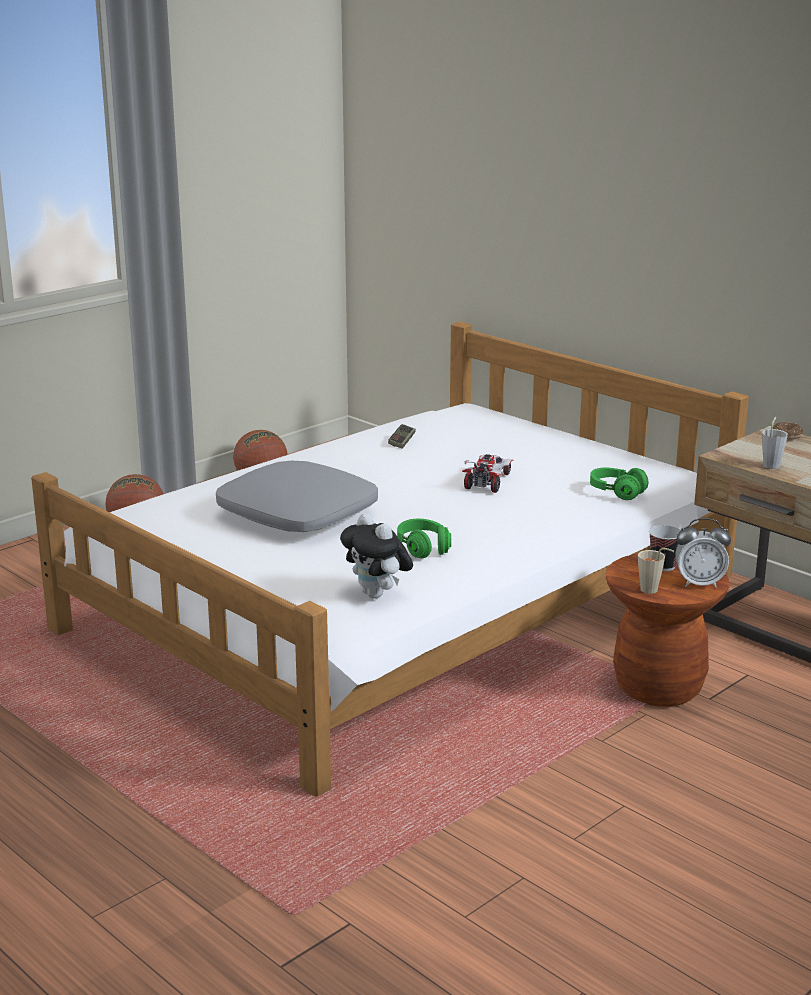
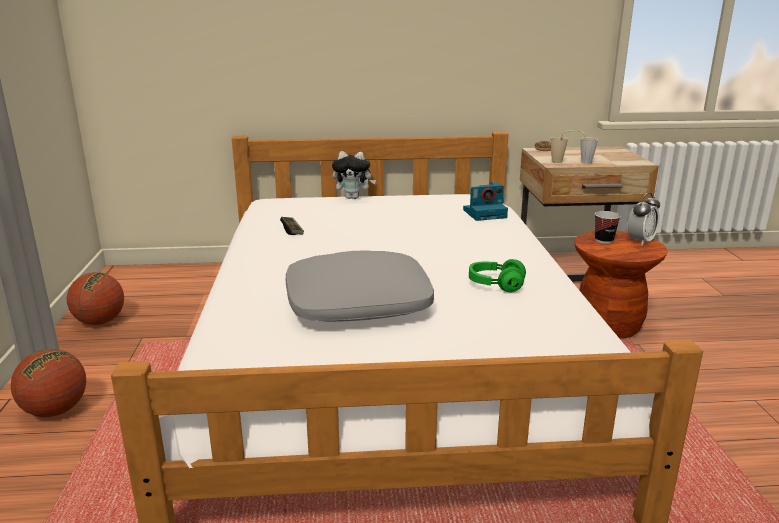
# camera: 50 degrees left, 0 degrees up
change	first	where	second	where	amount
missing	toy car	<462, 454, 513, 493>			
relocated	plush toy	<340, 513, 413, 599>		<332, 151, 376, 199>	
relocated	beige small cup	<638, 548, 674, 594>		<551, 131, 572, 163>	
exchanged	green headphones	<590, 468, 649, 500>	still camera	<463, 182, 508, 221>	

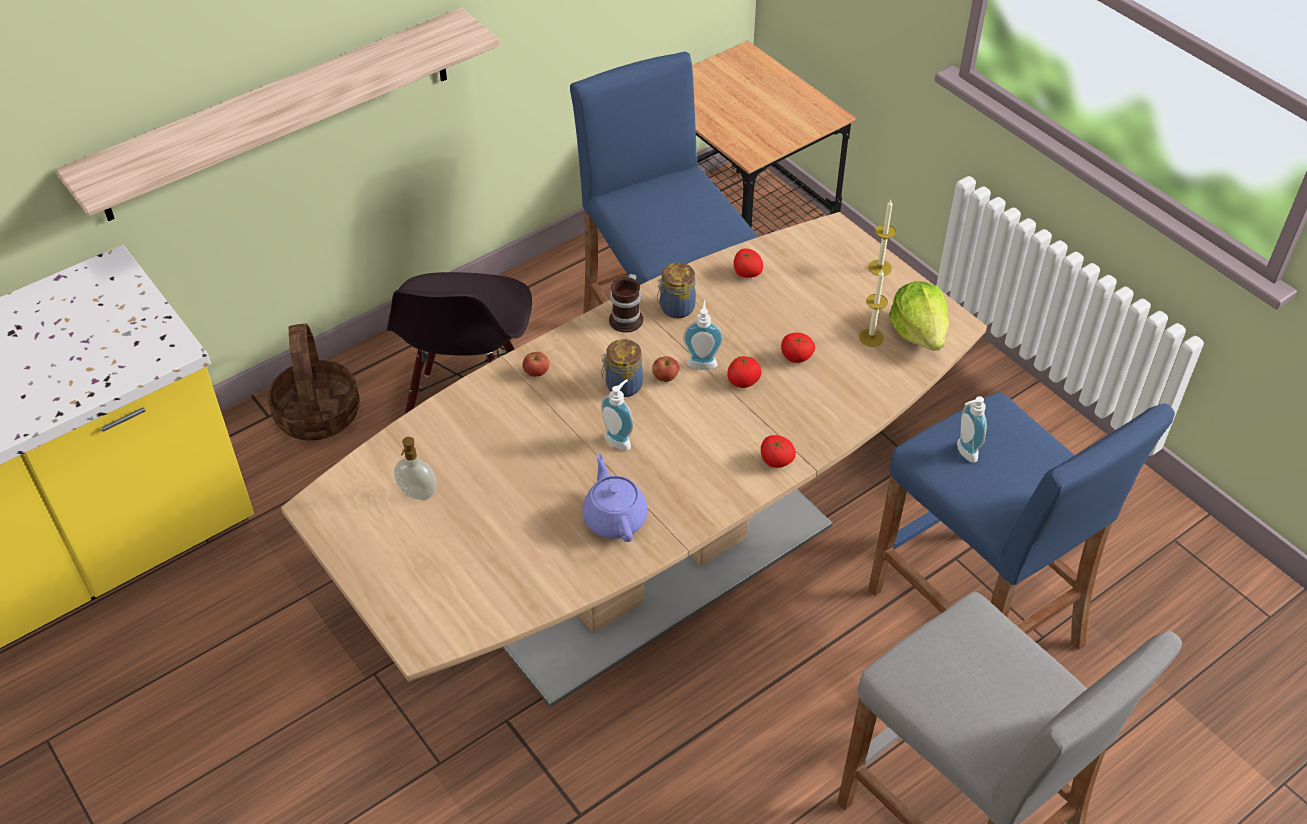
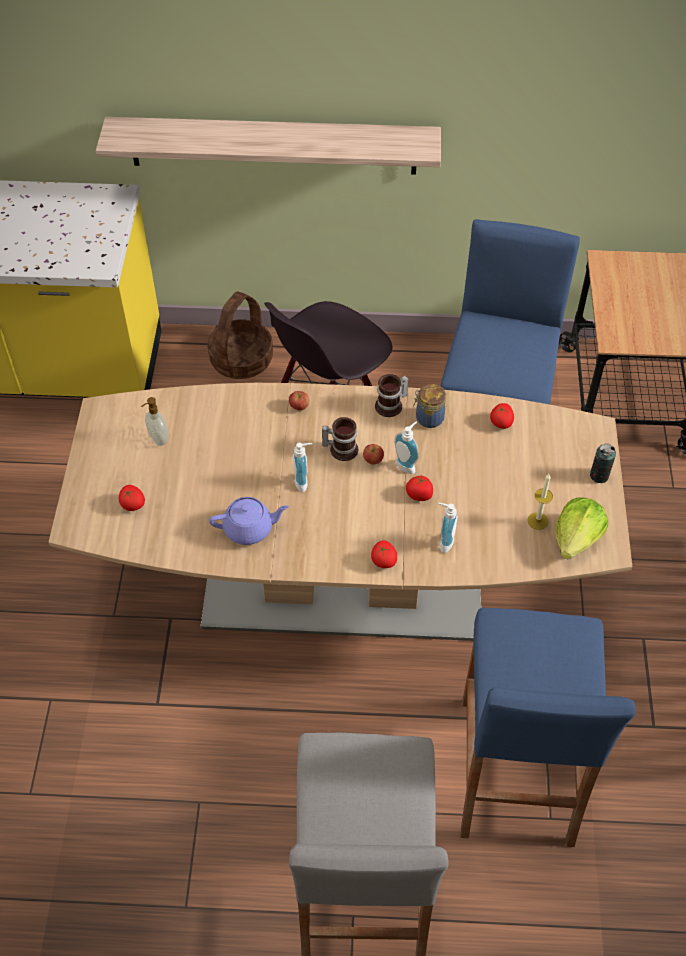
# camera: 40 degrees right, 5 degrees up
change	first	where	second	where	amount
relocated	whole tomato	<781, 333, 815, 363>		<119, 485, 145, 511>	
relocated	soap bottle	<957, 396, 987, 463>		<438, 503, 458, 553>	
exchanged	preserve jar	<601, 339, 643, 397>	mug	<322, 417, 358, 461>	
exchanged	wax candle	<868, 200, 896, 276>	metal can	<590, 444, 616, 483>	
spun	purplish pot for tea	<582, 453, 648, 542>		<209, 497, 289, 545>	60 degrees clockwise

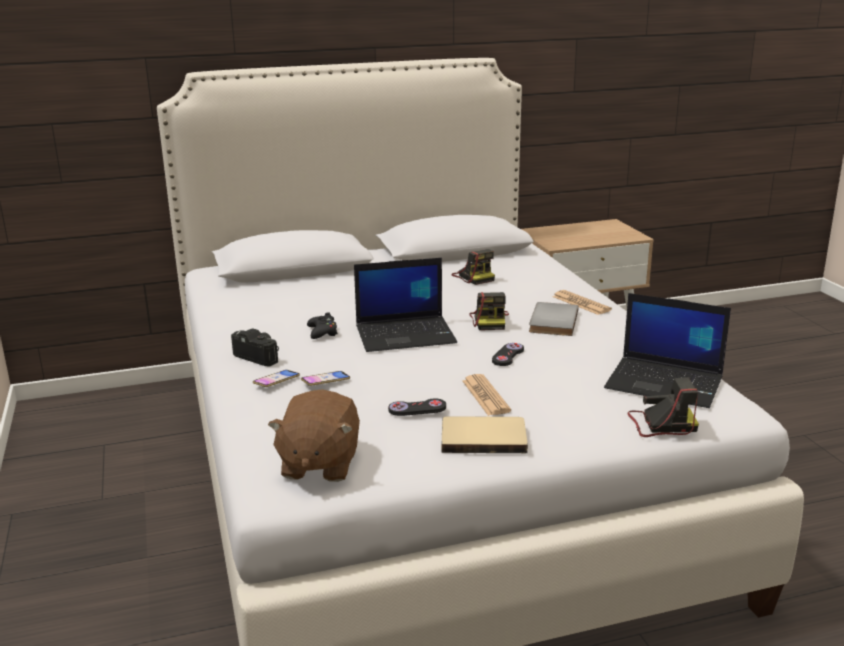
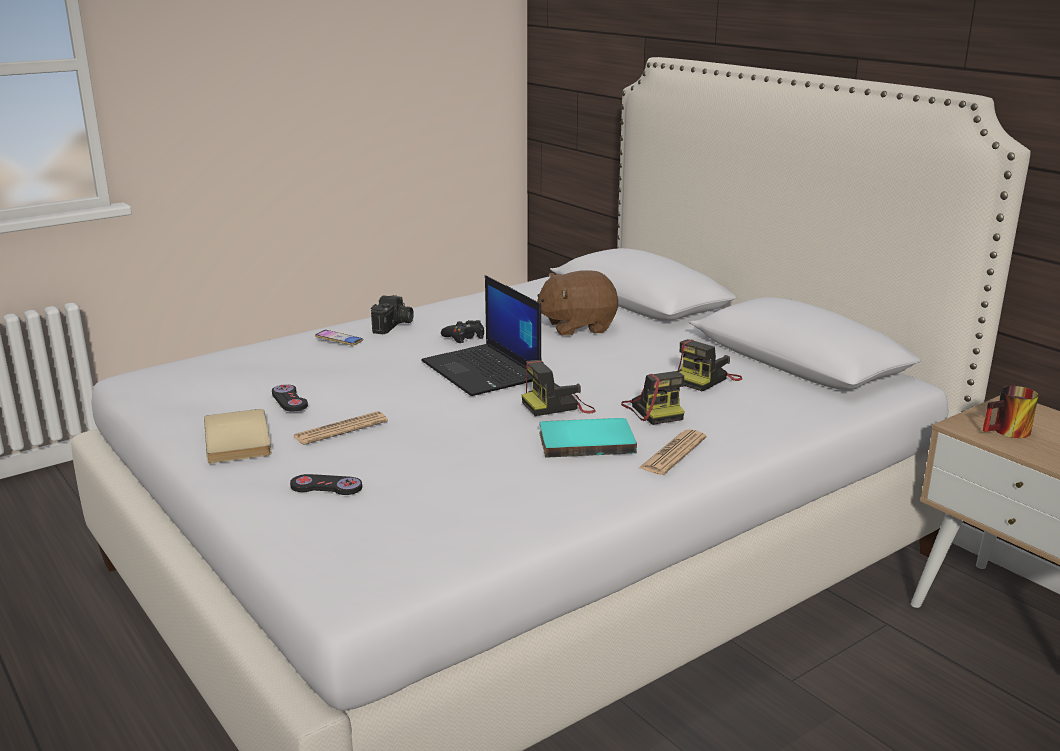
# camera: 70 degrees right, 0 degrees up
change	first	where	second	where	amount
missing	phone	<301, 371, 350, 386>			
missing	notebook computer	<604, 293, 731, 408>			
appeared			mug	<983, 386, 1039, 438>	
relocated	brown-coloured plush toy	<268, 389, 360, 482>		<537, 270, 618, 336>	
relocated	black-coloured joypad	<492, 343, 524, 366>		<290, 474, 362, 495>	
relocated	still camera	<627, 377, 699, 437>		<621, 371, 685, 425>	
colour	greyish volume	<529, 302, 578, 336>	blue-green volume	<539, 418, 637, 458>	

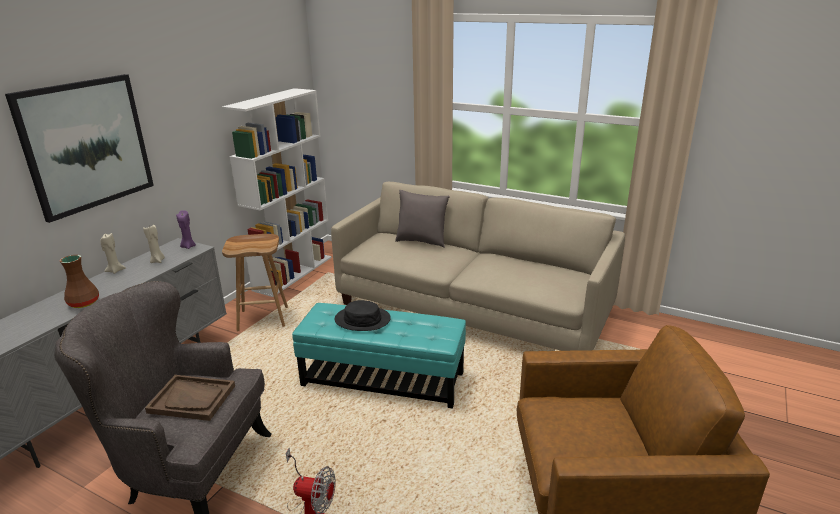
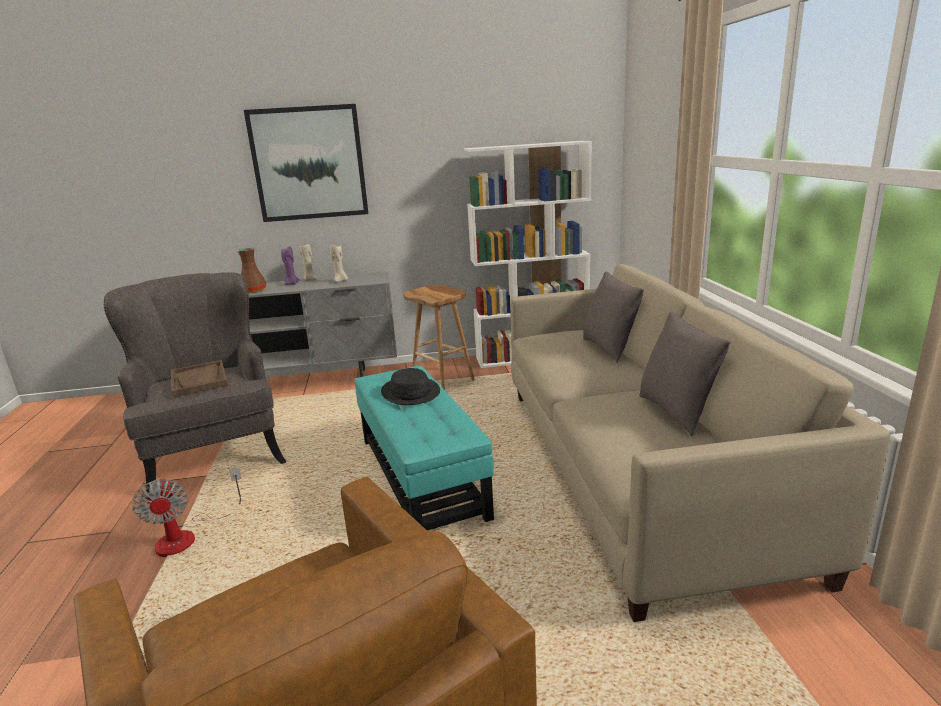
# camera: 55 degrees right, 5 degrees down
change	first	where	second	where	amount
appeared			greyish cushion	<640, 311, 731, 436>	
relocated	purplish wax candle	<176, 210, 196, 249>		<281, 247, 300, 285>	

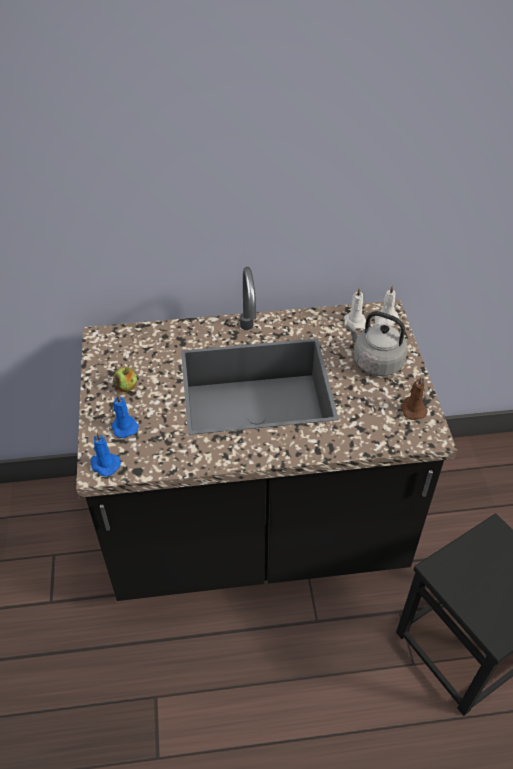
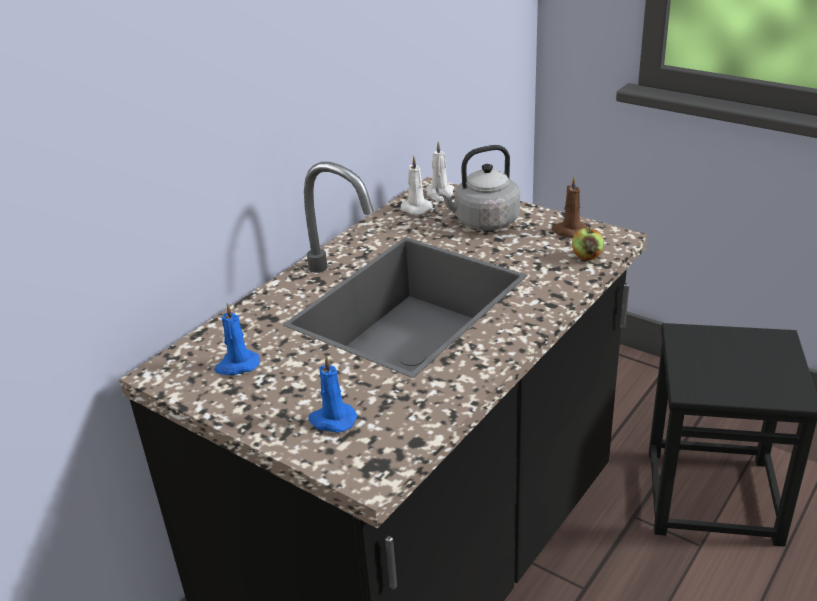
# camera: 45 degrees left, 15 degrees down
change	first	where	second	where	amount
relocated	bluish wax candle	<90, 432, 121, 476>		<214, 303, 260, 375>	
relocated	whole apple	<113, 367, 137, 392>		<572, 225, 604, 260>	

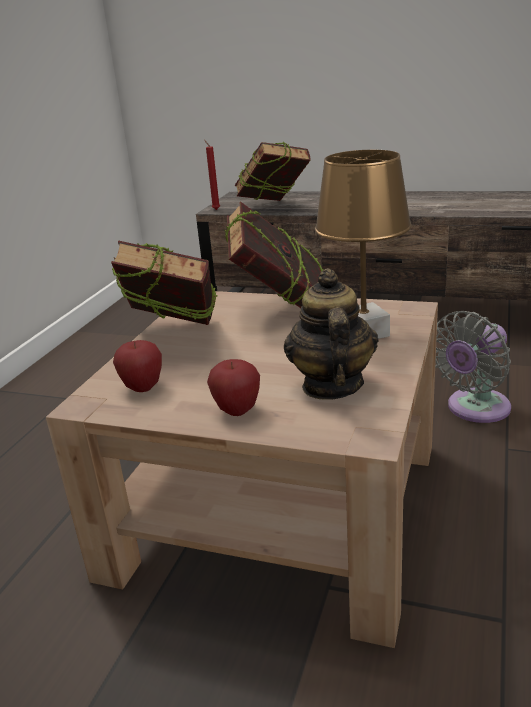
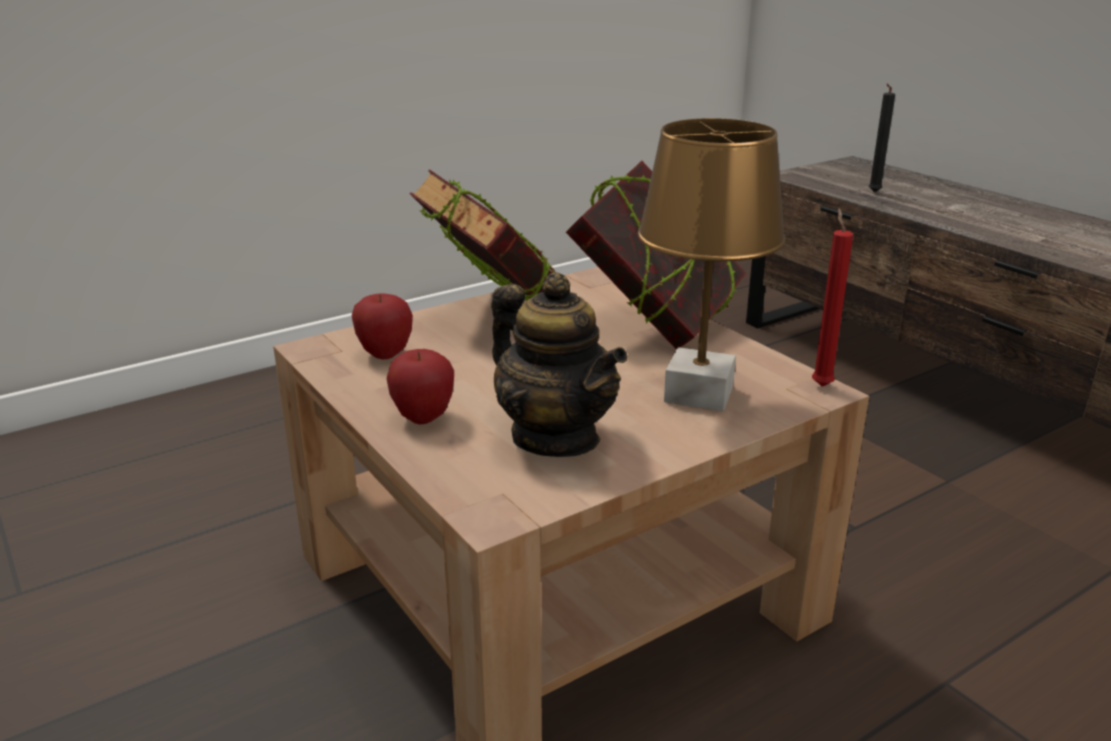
# camera: 35 degrees right, 0 degrees up
change	first	where	second	where	amount
missing	greyish electric fan	<435, 311, 511, 423>			
relocated	reddish wax candle	<204, 139, 220, 210>		<812, 208, 853, 387>	
exchanged	volume	<235, 142, 311, 201>	black-coloured wax candle	<868, 84, 895, 193>	
spun	pot for tea	<284, 268, 378, 400>		<491, 273, 627, 457>	105 degrees clockwise

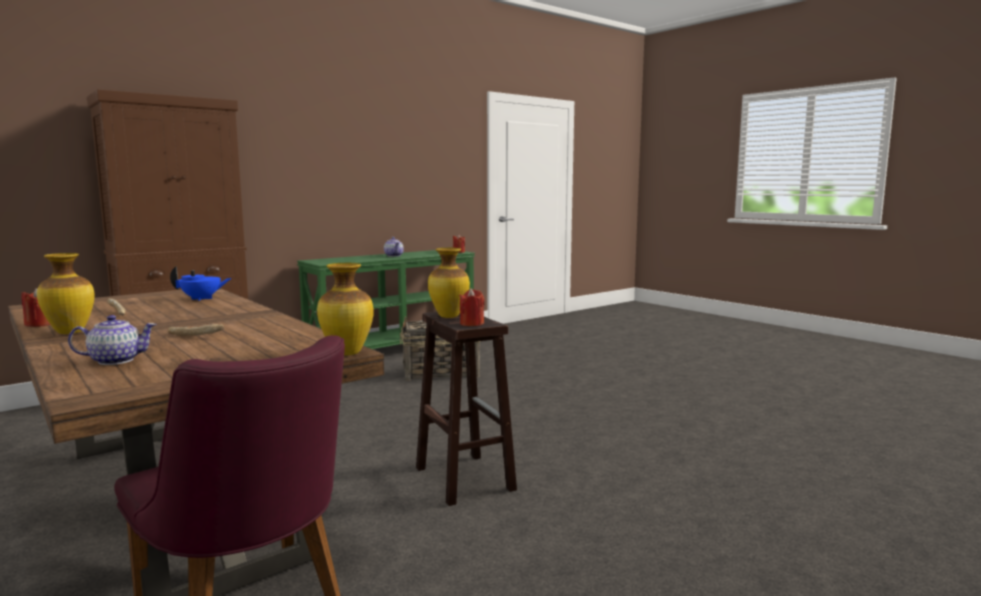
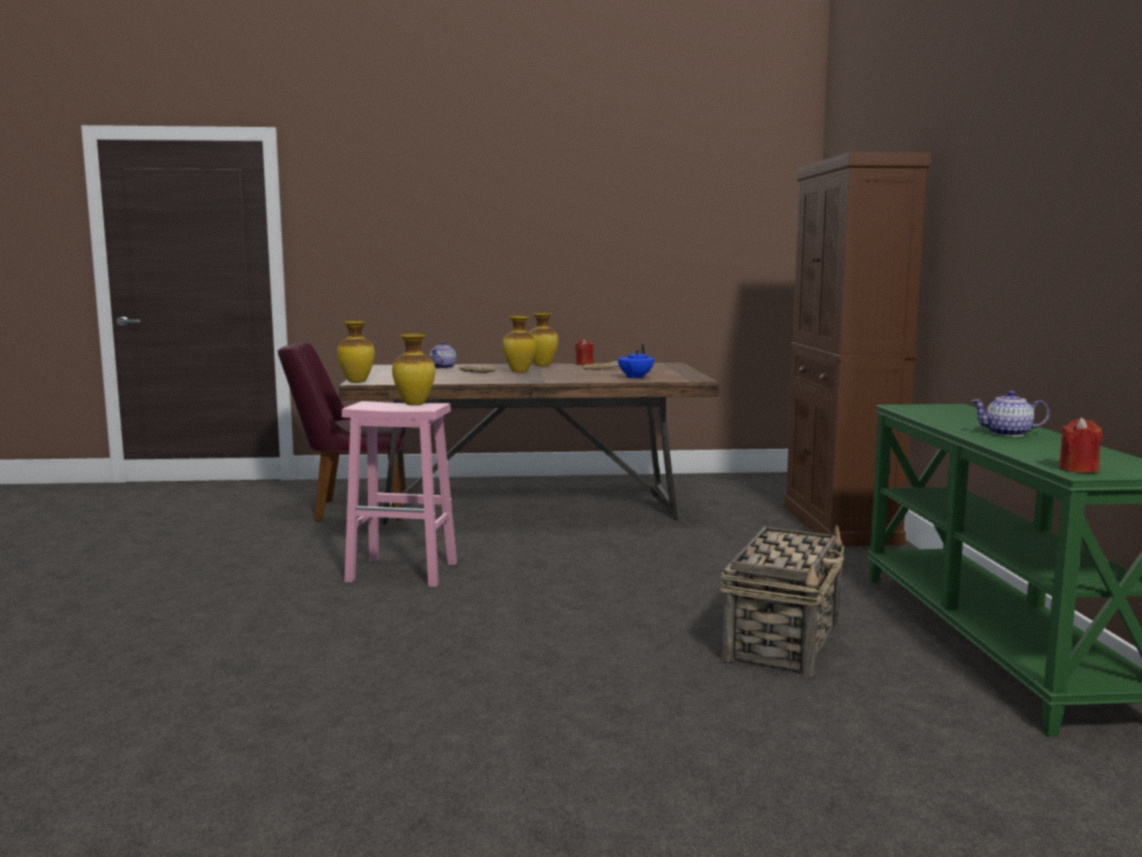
# camera: 125 degrees right, 0 degrees up
change	first	where	second	where	amount
missing	reddish wax candle	<459, 288, 485, 326>			
appeared			vase	<502, 316, 536, 373>	
colour	brown-coloured stool seat	<416, 312, 517, 506>	pinkish stool seat	<342, 401, 457, 587>	

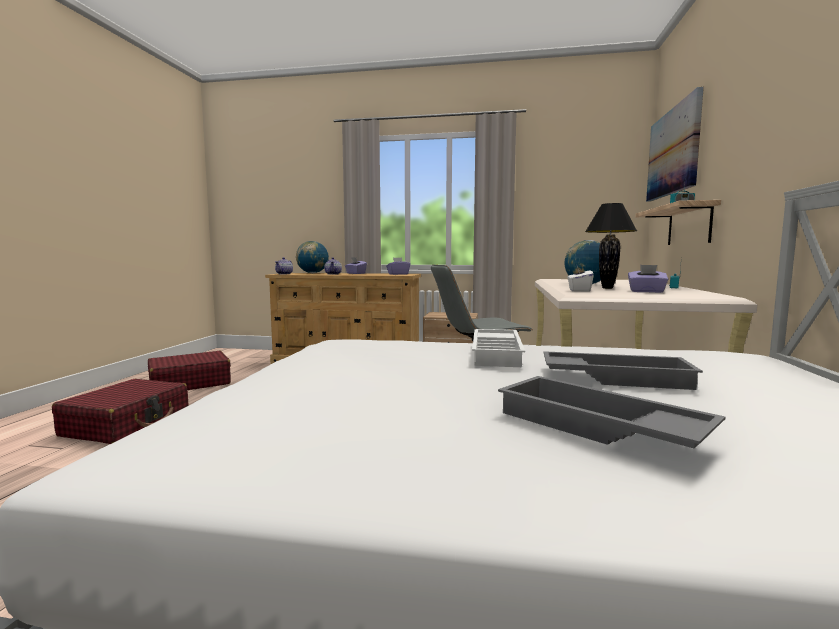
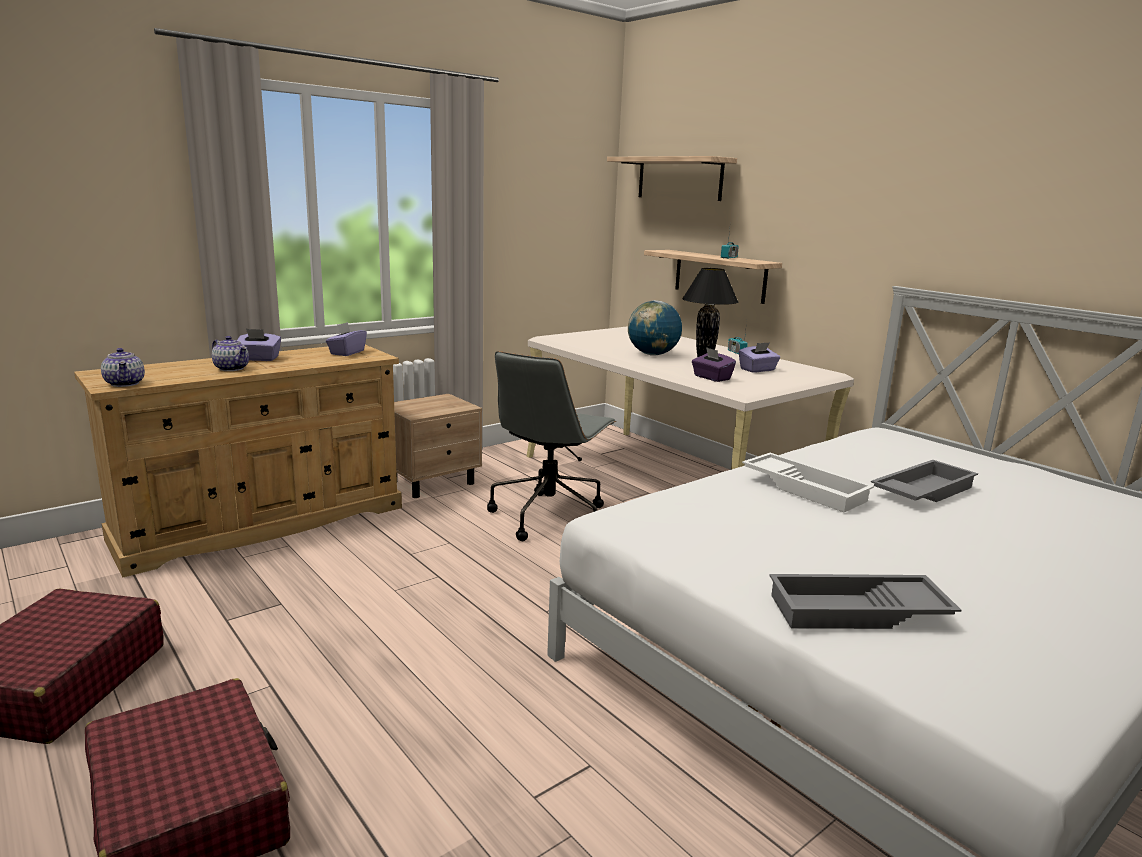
# camera: 50 degrees left, 10 degrees up
change	first	where	second	where	amount
missing	globe	<296, 241, 329, 273>			
relocated	greyish carrying tray	<498, 376, 726, 448>		<769, 574, 961, 629>	
exchanged	wall picture	<646, 87, 704, 202>	bracket shelf	<607, 156, 737, 201>	
colour	whitish tissue box	<567, 266, 594, 292>	purplish tissue box	<692, 347, 736, 382>	

